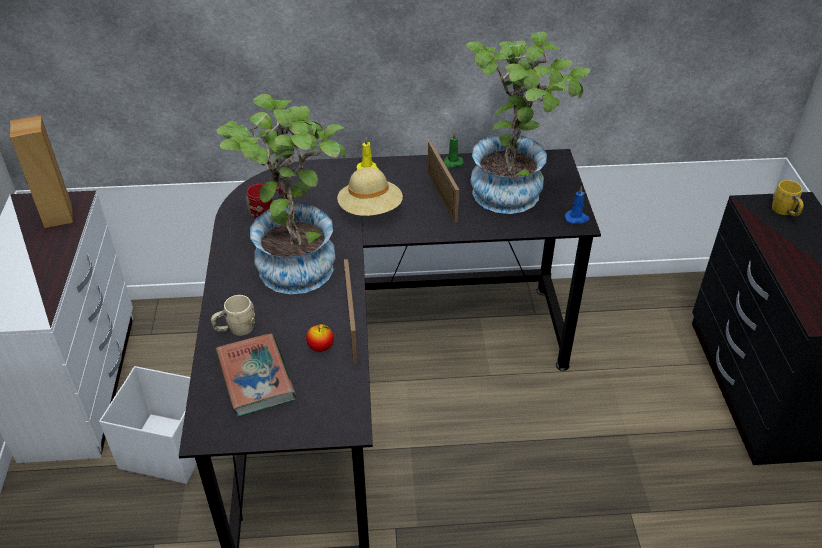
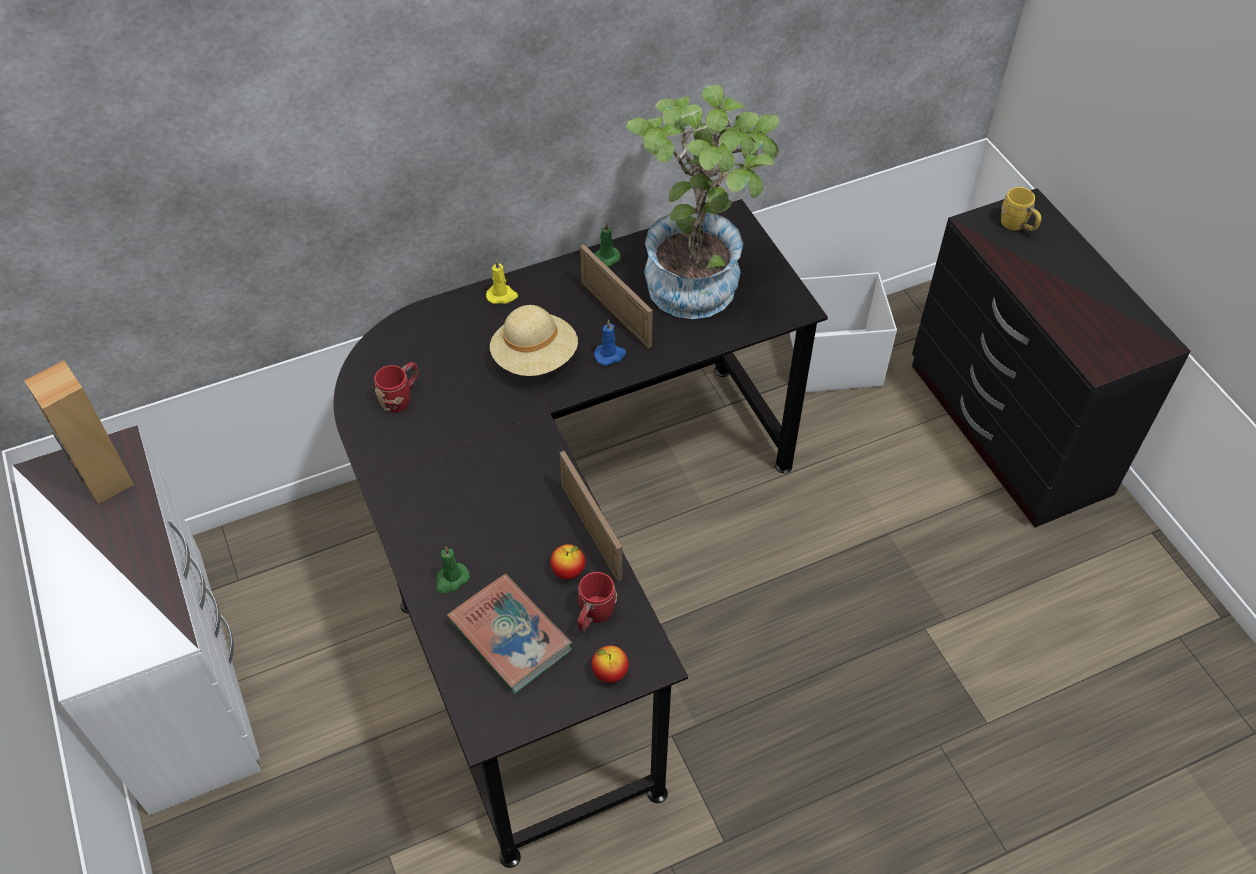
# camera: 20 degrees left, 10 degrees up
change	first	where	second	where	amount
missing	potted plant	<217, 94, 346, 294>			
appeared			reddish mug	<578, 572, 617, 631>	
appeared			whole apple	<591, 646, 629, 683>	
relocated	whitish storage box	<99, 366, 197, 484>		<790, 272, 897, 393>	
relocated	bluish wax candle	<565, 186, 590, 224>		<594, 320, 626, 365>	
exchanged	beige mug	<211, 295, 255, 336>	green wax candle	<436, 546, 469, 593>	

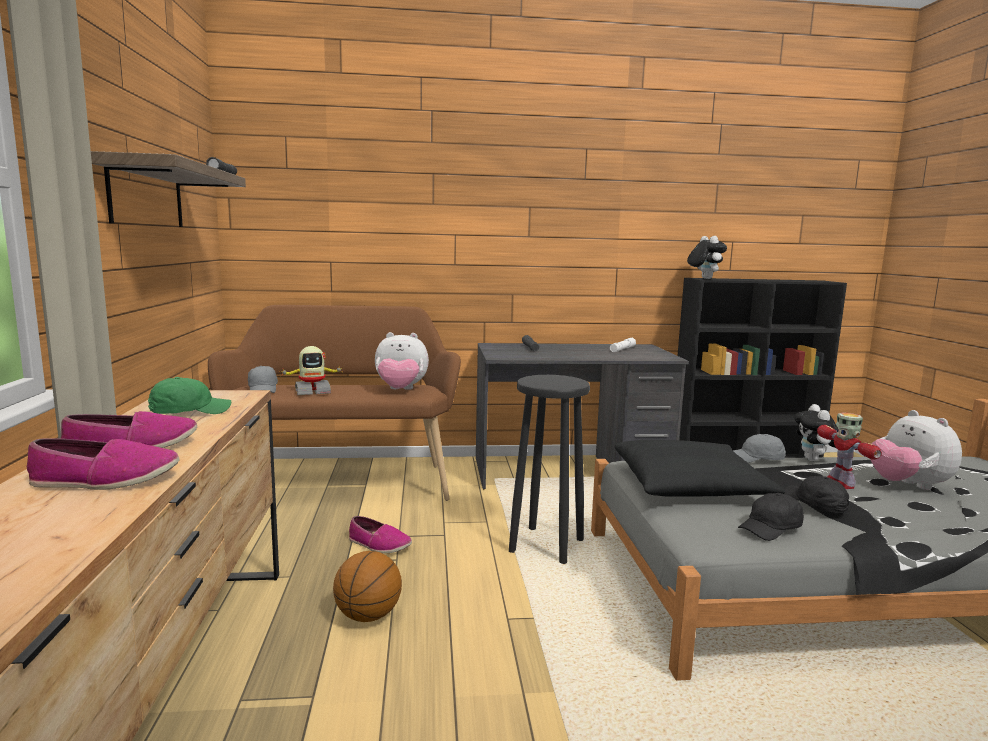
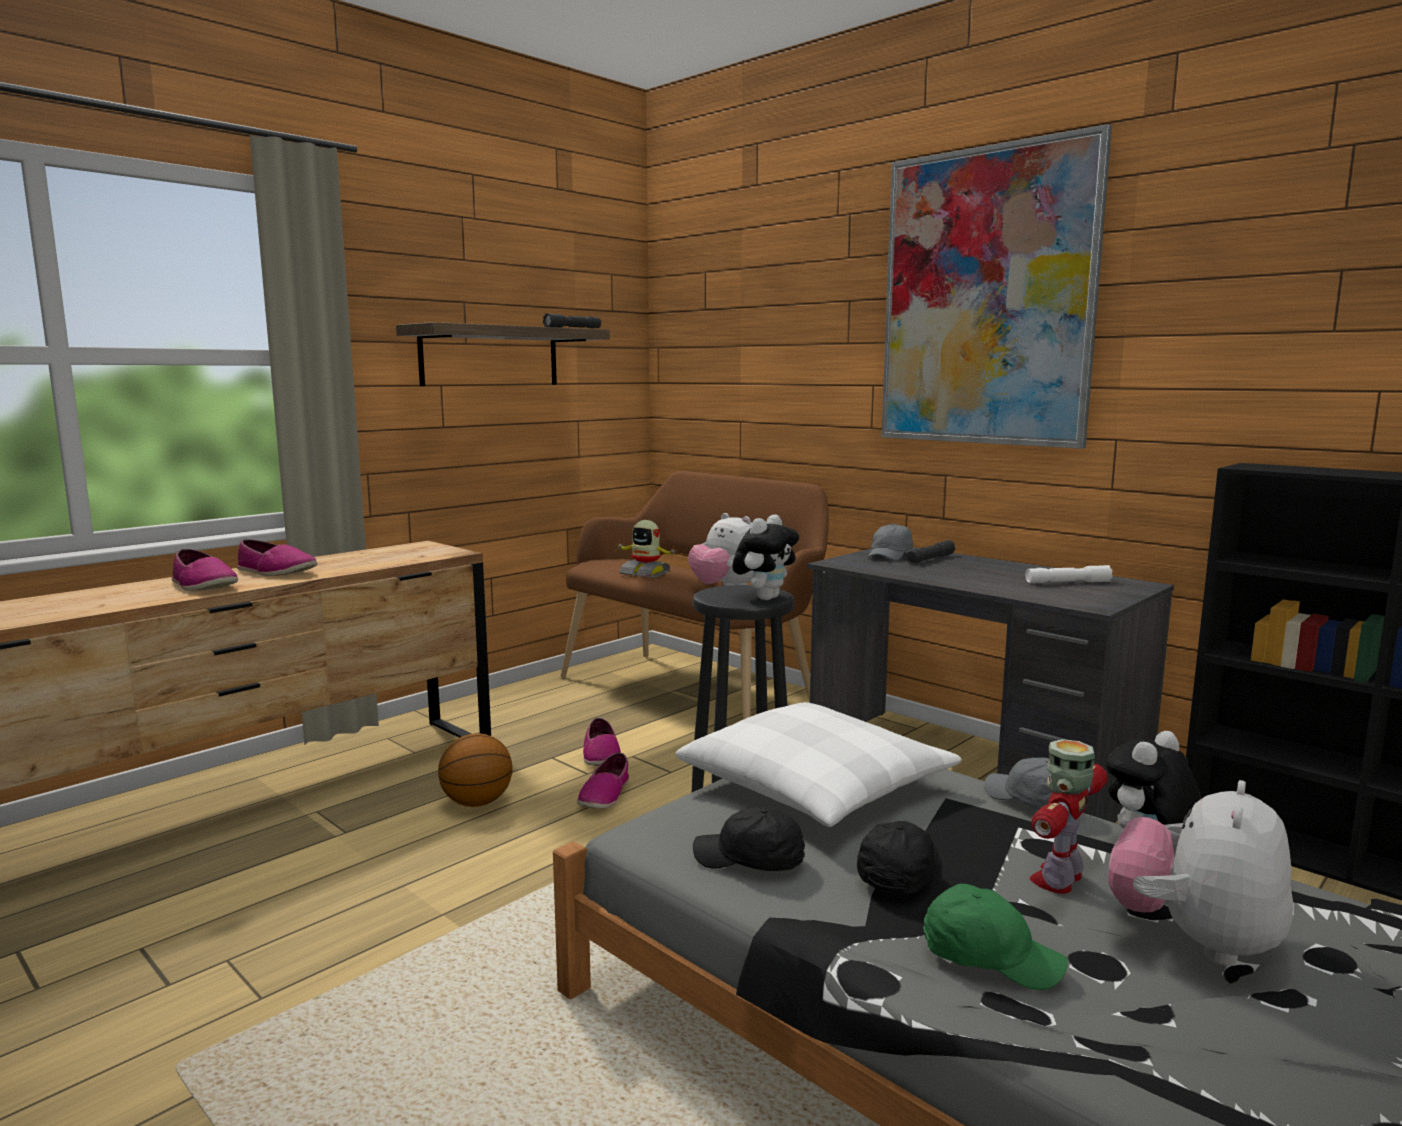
# camera: 50 degrees right, 0 degrees up
change	first	where	second	where	amount
appeared			item of footwear	<577, 752, 629, 809>	
appeared			wall picture	<881, 124, 1112, 449>	
relocated	green cap	<148, 377, 231, 414>		<923, 884, 1068, 990>	
relocated	greyish cap	<248, 366, 278, 393>		<867, 524, 913, 561>	
relocated	plush toy	<687, 236, 727, 279>		<732, 515, 799, 600>	
colour	black-coloured cushion	<615, 440, 785, 497>	whitish cushion	<675, 702, 962, 827>	

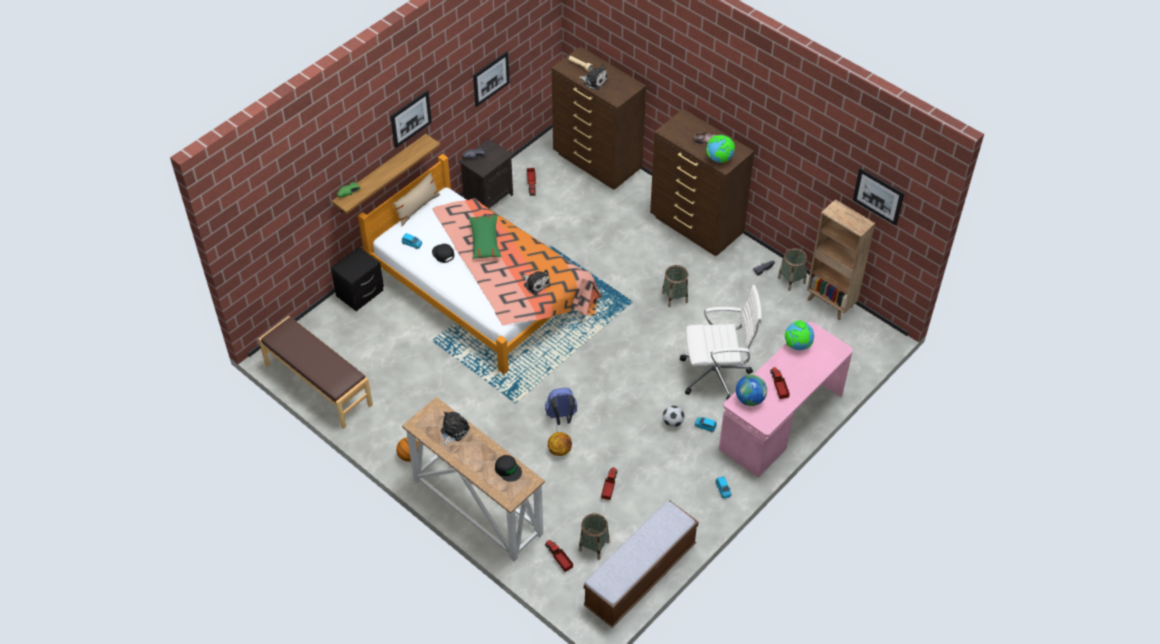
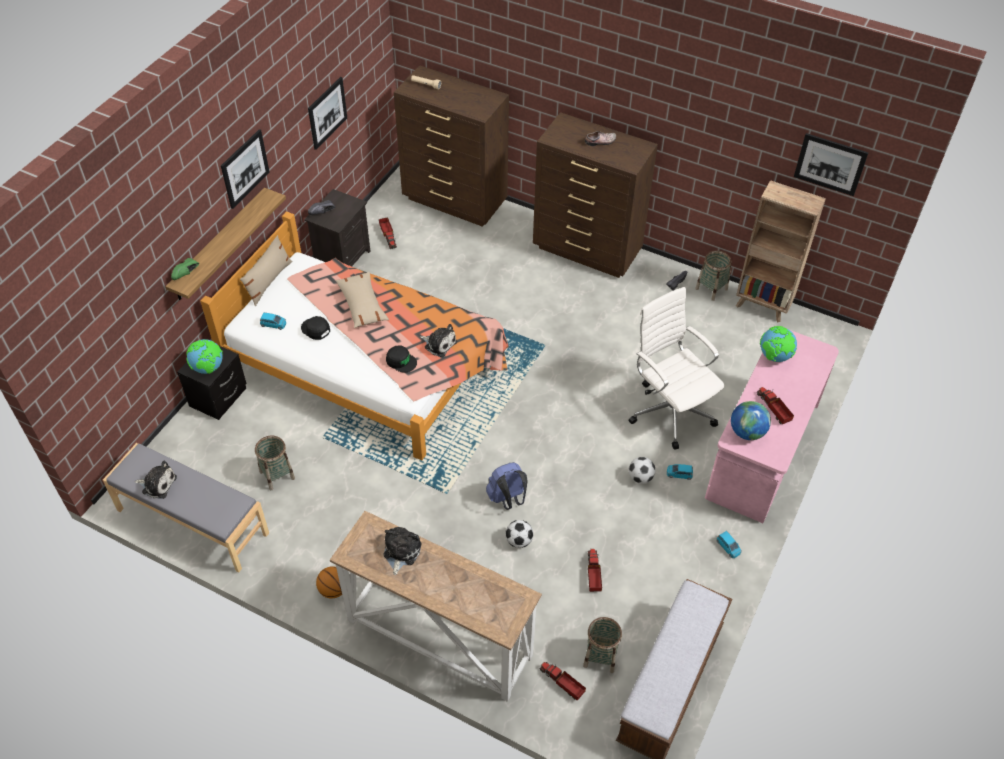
# camera: 15 degrees left, 0 degrees up
change	first	where	second	where	amount
relocated	black-coloured cap	<495, 455, 522, 482>		<386, 345, 417, 373>	
relocated	plush toy	<579, 64, 608, 90>		<135, 460, 177, 499>	
relocated	household basket	<662, 265, 688, 307>		<255, 435, 295, 490>	
relocated	globe	<706, 135, 735, 163>		<186, 339, 223, 374>	
exchanged	basketball ball	<548, 432, 572, 456>	ball for football	<505, 520, 533, 548>	
colour	brown-coloured bench	<258, 316, 373, 429>	greyish bench	<103, 443, 269, 573>	
colour	green cushion	<469, 215, 501, 259>	beige cushion	<335, 271, 389, 328>	
spun	whitish computer chair	<680, 285, 762, 399>		<629, 287, 725, 450>	105 degrees counterclockwise

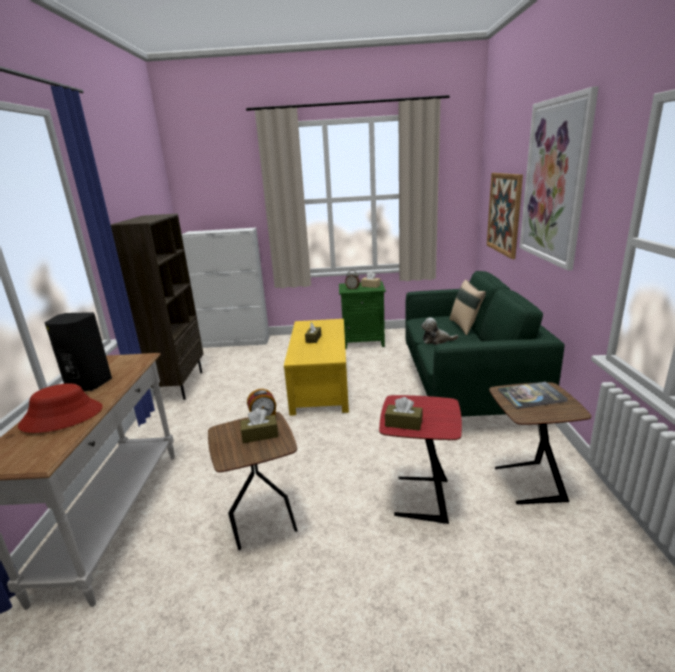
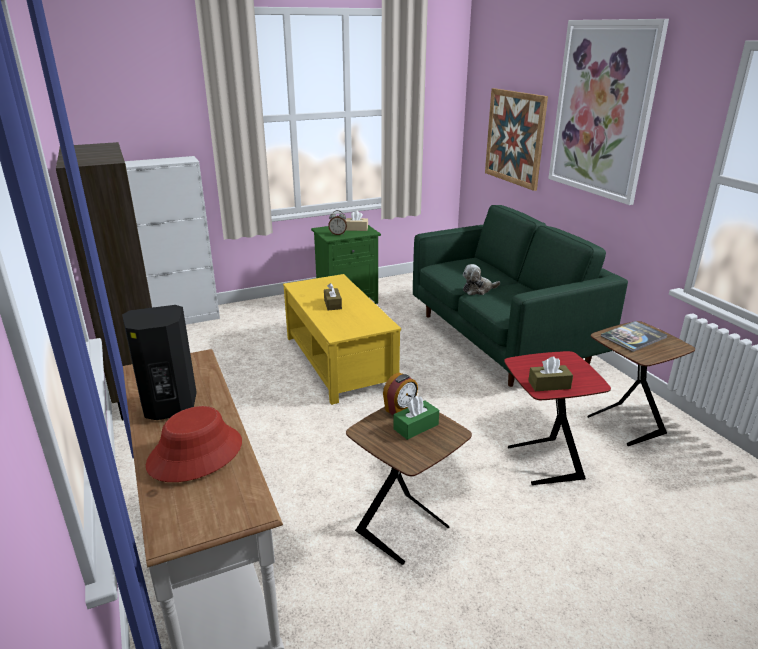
# camera: 25 degrees left, 5 degrees up
change	first	where	second	where	amount
missing	beige cushion	<450, 280, 486, 335>			
colour	brown-coloured tissue box	<240, 408, 278, 443>	green tissue box	<393, 396, 439, 440>	

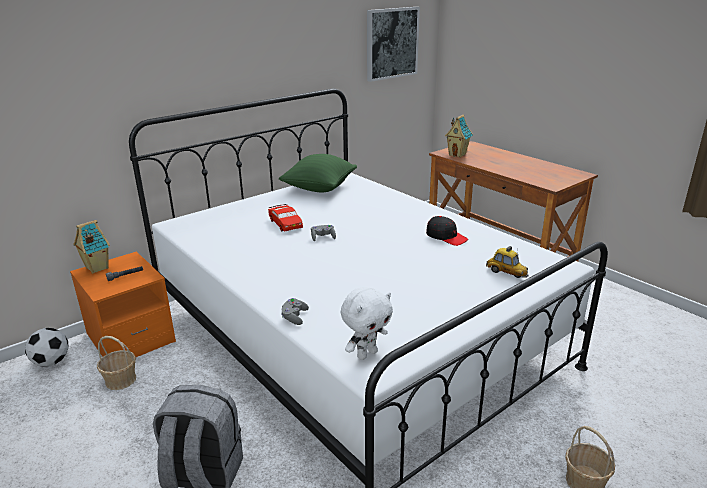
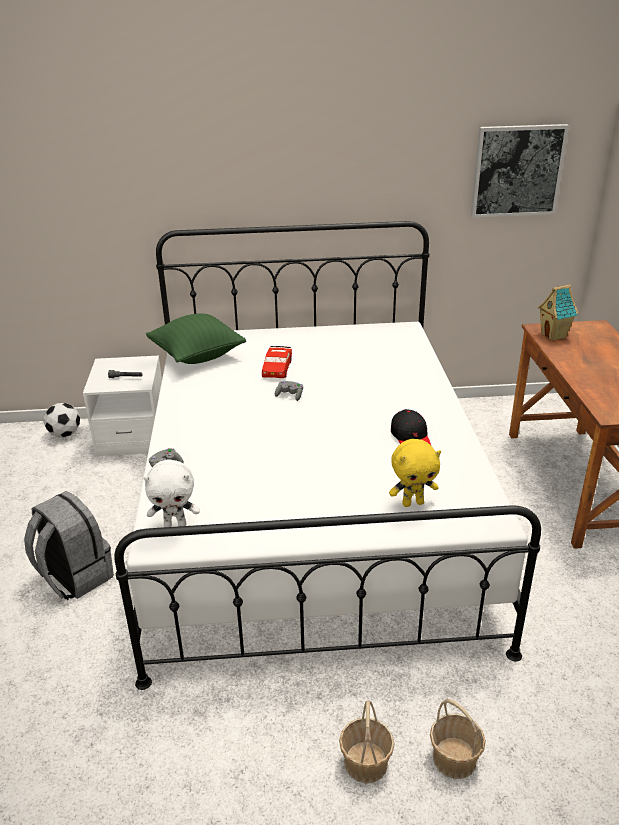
# camera: 35 degrees right, 5 degrees up
change	first	where	second	where	amount
missing	model house	<74, 220, 110, 274>			
relocated	household basket	<97, 336, 136, 390>		<430, 699, 486, 779>	
relocated	green cushion	<279, 154, 357, 192>		<146, 314, 246, 364>	
exchanged	toy car	<486, 246, 529, 278>	yellow-coloured plush toy	<389, 439, 441, 507>	
colour	orange night table	<70, 251, 176, 357>	whitish night table	<83, 356, 162, 457>	

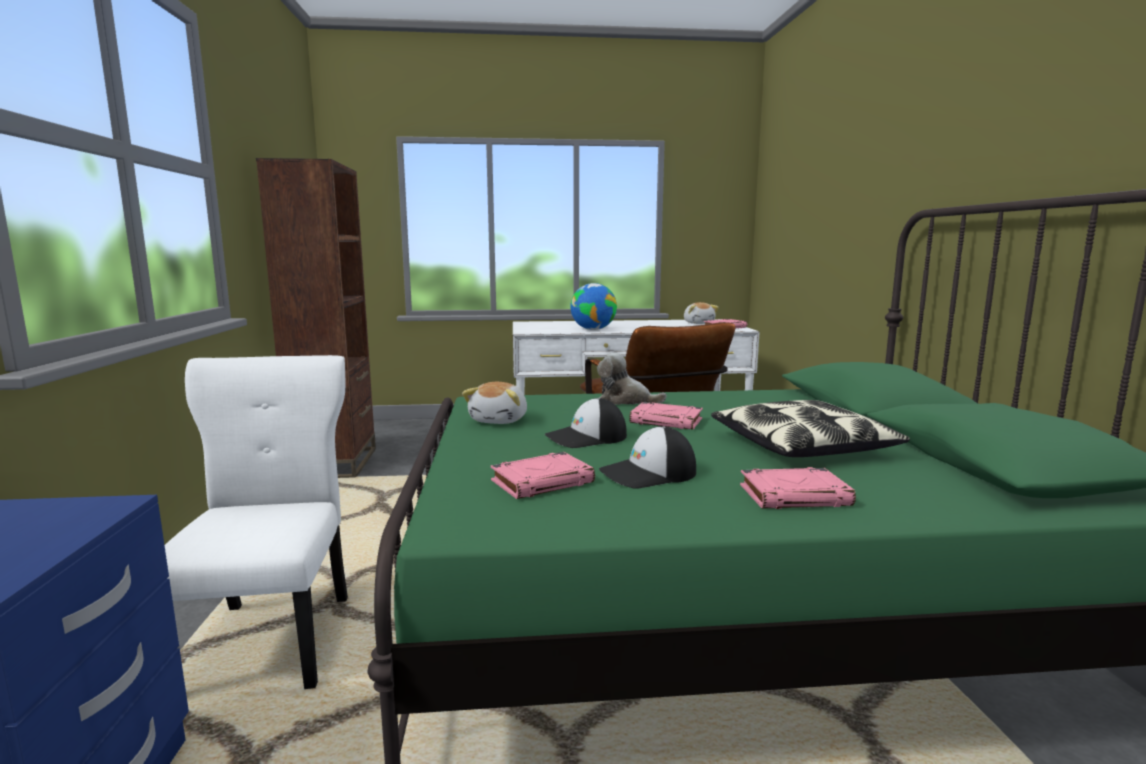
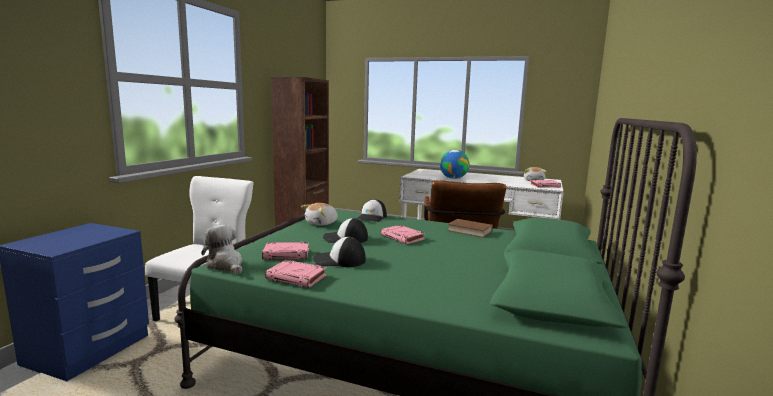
# camera: 25 degrees right, 0 degrees up
change	first	where	second	where	amount
missing	cushion	<711, 400, 910, 457>			
appeared			cap	<356, 199, 387, 222>	
appeared			brown-coloured volume	<447, 219, 493, 238>	
relocated	plush toy	<597, 353, 667, 405>		<201, 225, 243, 274>	
relocated	pinkish volume	<740, 467, 856, 509>		<265, 260, 327, 287>	

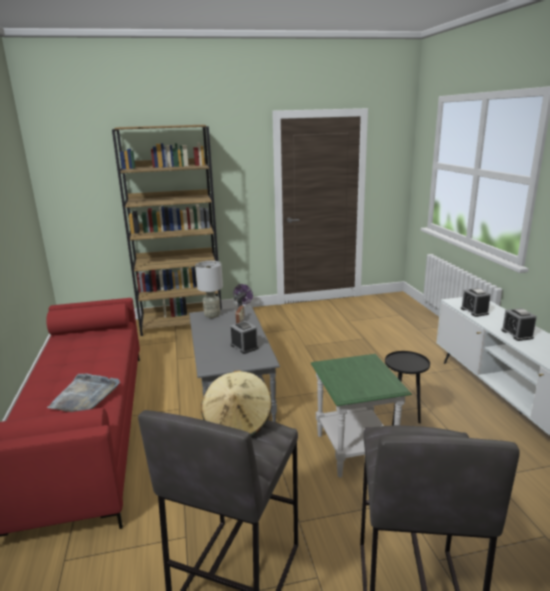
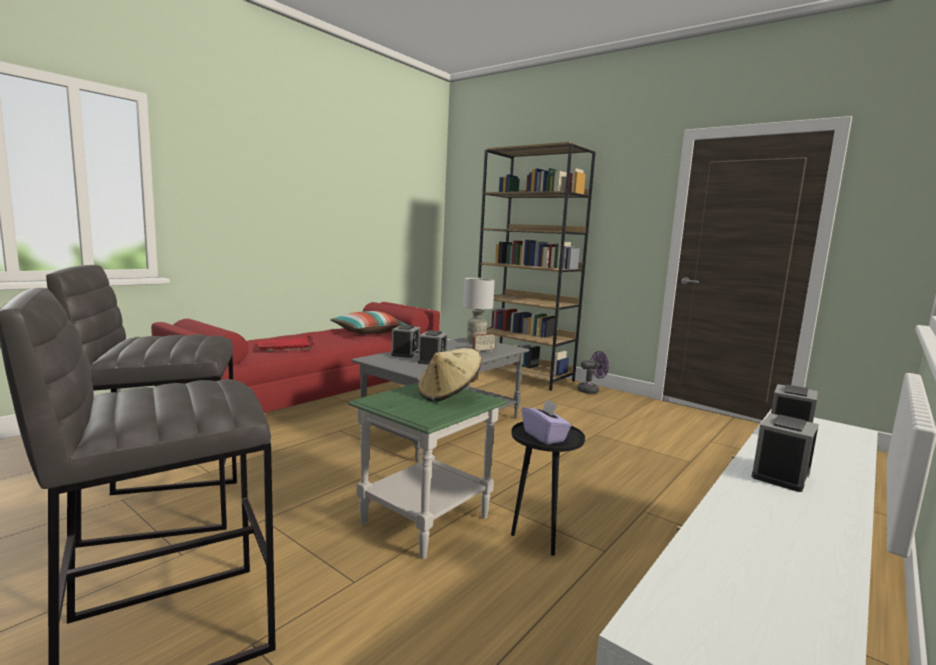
# camera: 50 degrees right, 10 degrees down
change	first	where	second	where	amount
appeared			cushion	<330, 311, 407, 334>	
appeared			alarm clock	<391, 324, 420, 358>	
appeared			purplish tissue box	<522, 398, 571, 444>	
relocated	beige clothing hat	<201, 371, 272, 437>		<418, 348, 482, 402>	
colour	greyish carrying tray	<47, 374, 120, 412>	reddish carrying tray	<258, 335, 316, 351>	

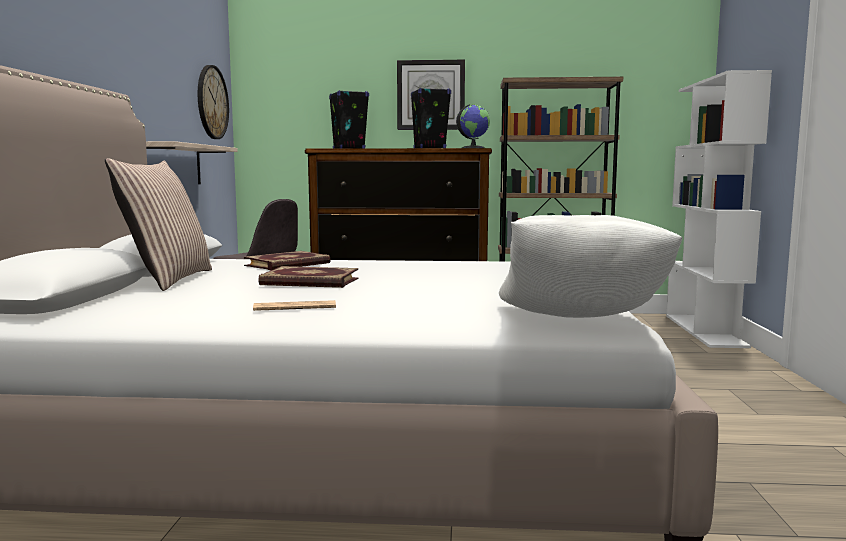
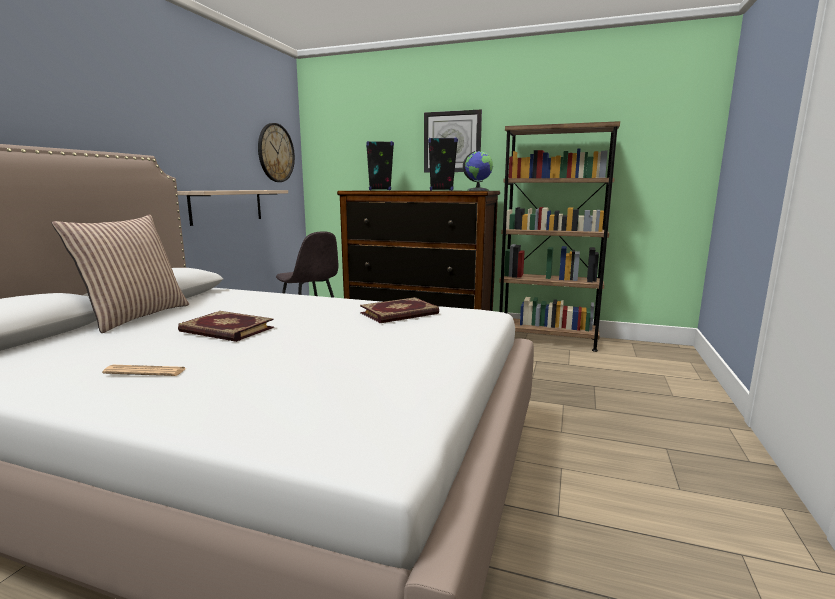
# camera: 15 degrees right, 5 degrees up
change	first	where	second	where	amount
missing	whitish cushion	<499, 215, 682, 318>			
missing	whitish bookshelf	<666, 70, 772, 348>			
relocated	volume	<244, 251, 331, 270>		<360, 297, 439, 323>	

